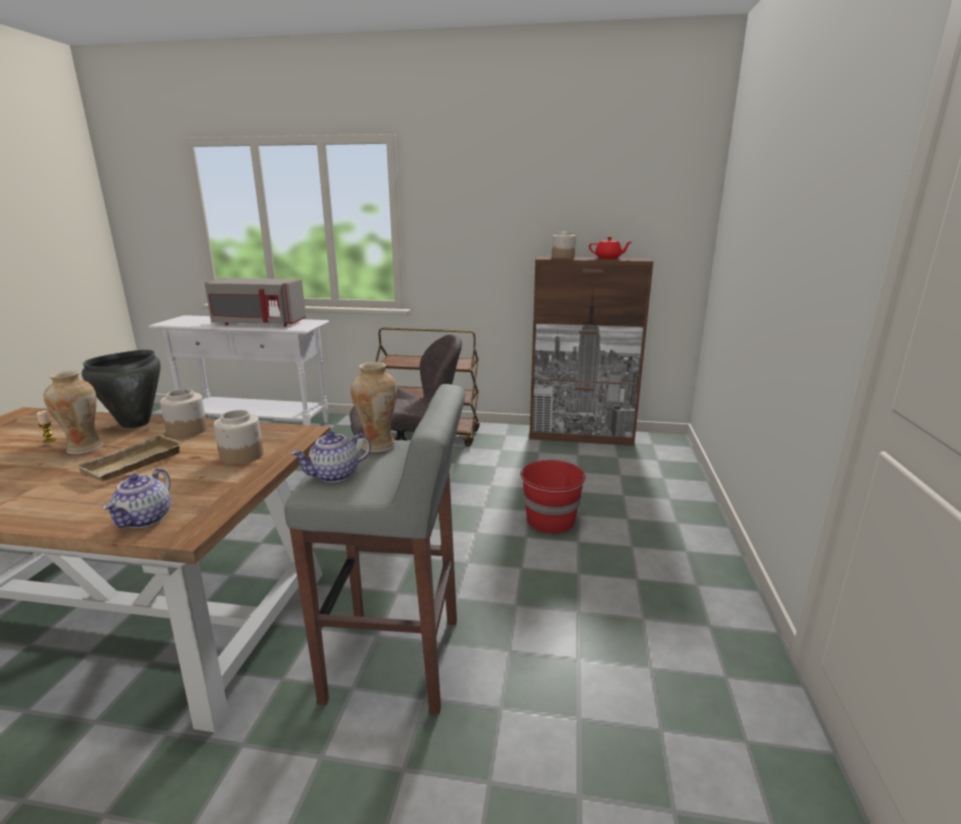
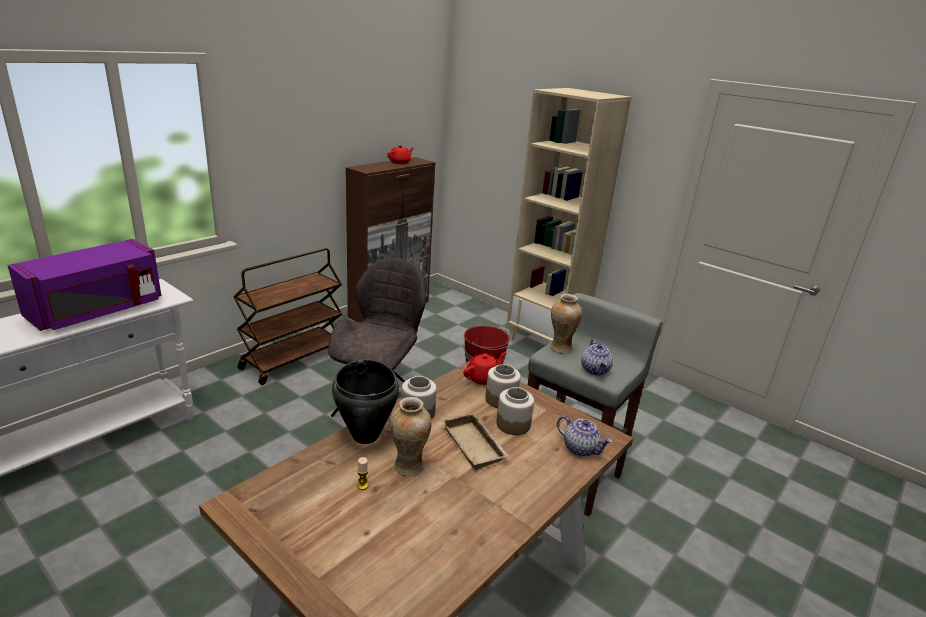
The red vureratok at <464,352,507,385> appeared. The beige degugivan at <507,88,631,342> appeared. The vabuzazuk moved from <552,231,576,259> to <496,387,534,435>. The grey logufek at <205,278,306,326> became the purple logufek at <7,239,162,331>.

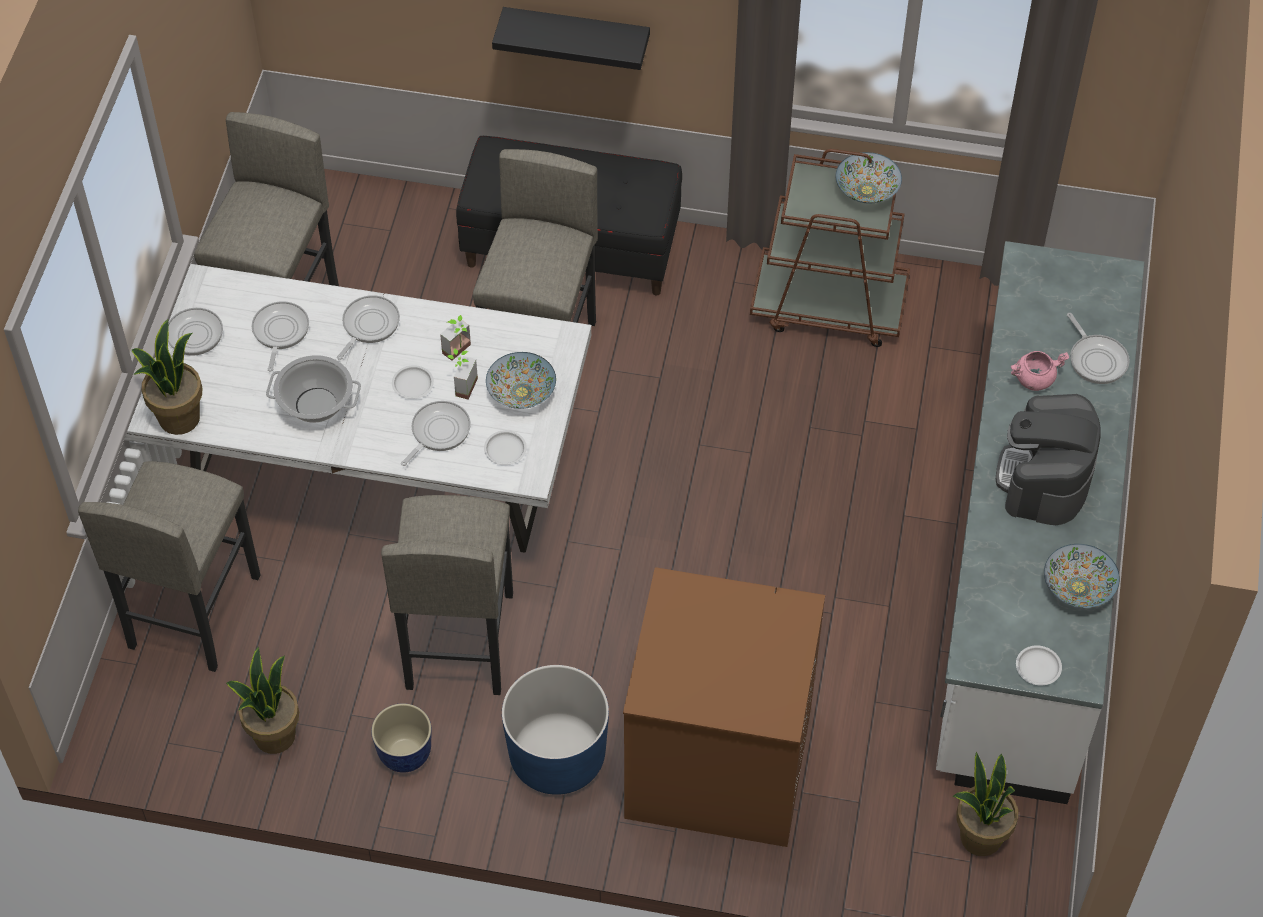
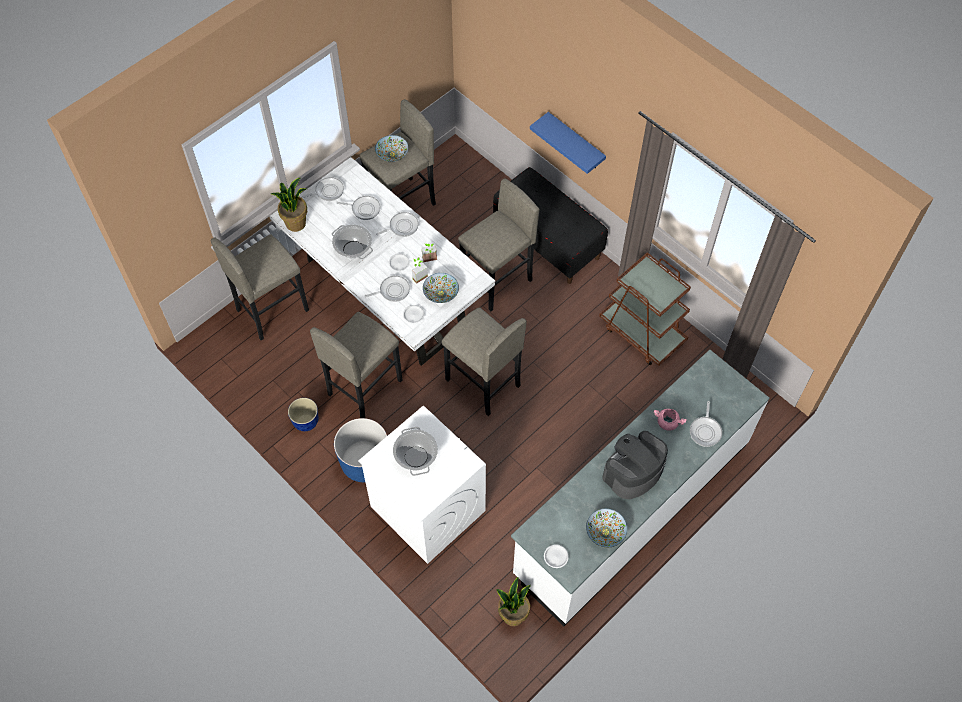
The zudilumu at <226,647,299,754> disappeared. The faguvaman at <393,427,438,476> appeared. The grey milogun at <442,307,527,416> appeared. The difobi moved from <835,152,902,204> to <375,135,409,162>. The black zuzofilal at <492,7,650,70> became the blue zuzofilal at <530,112,606,174>. The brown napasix at <623,567,825,847> became the white napasix at <358,405,486,564>. The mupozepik at <252,301,309,372> turned 60 degrees clockwise.

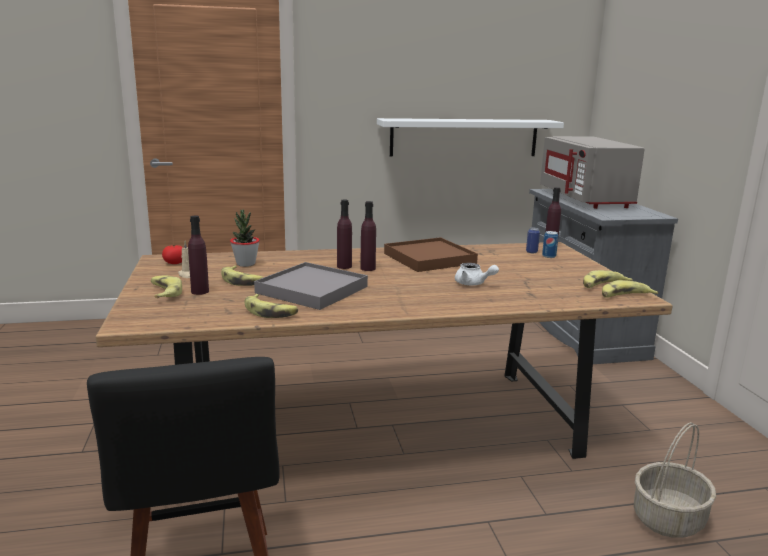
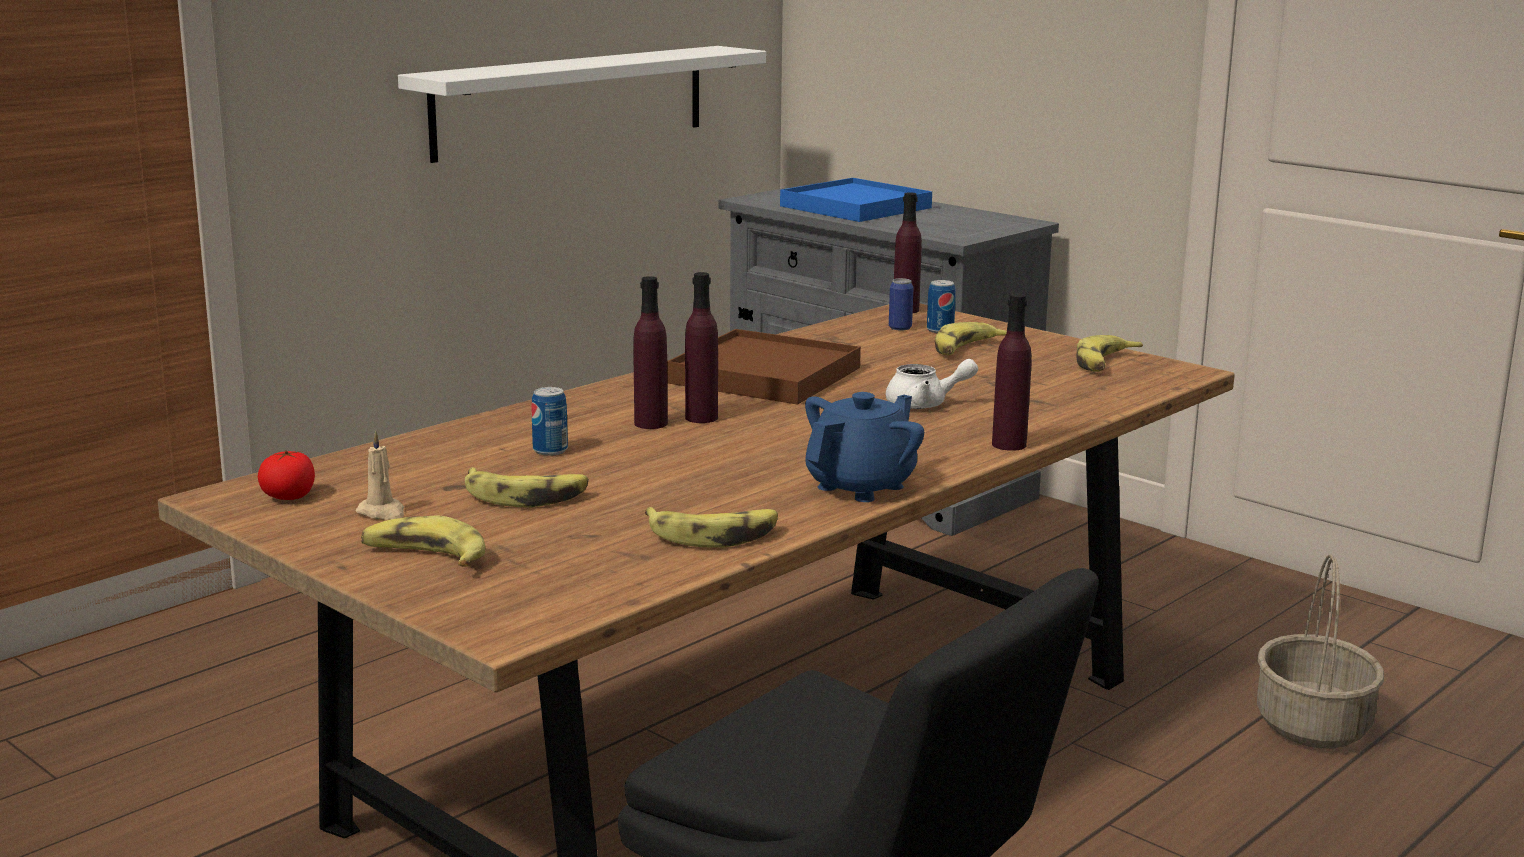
The zudilumu at <230,210,260,267> disappeared. The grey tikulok at <254,262,368,310> disappeared. The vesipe at <531,387,568,456> appeared. The blue vureratok at <805,392,924,502> appeared. The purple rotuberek moved from <188,215,209,295> to <992,293,1032,451>. The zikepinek moved from <602,280,658,298> to <935,322,1007,355>. The grey logufek at <540,136,645,209> was replaced by the blue tikulok at <780,178,932,222>.

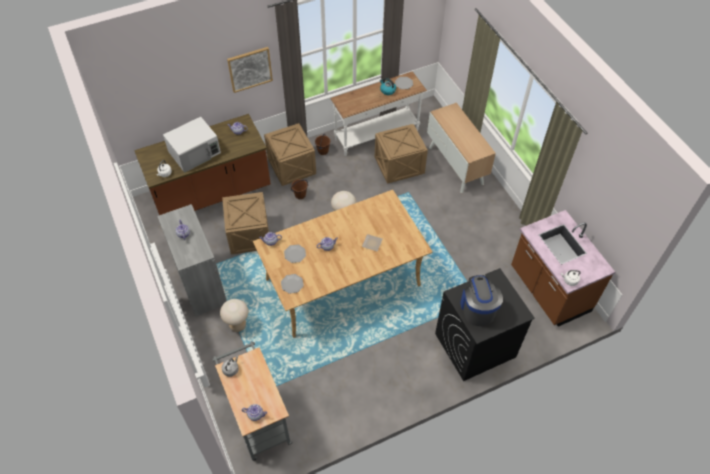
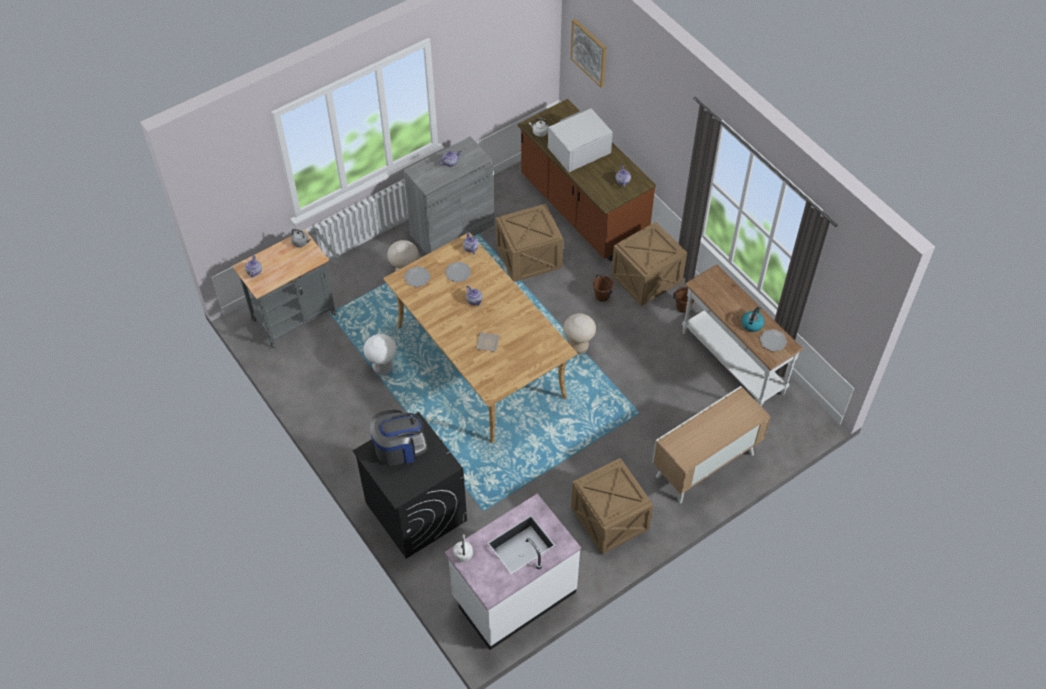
The white milogun at <363,334,397,375> appeared. The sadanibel moved from <227,47,273,93> to <571,19,606,88>. The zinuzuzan moved from <375,124,428,183> to <571,458,653,554>. The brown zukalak at <511,210,615,327> became the white zukalak at <445,494,581,650>. The white logufek at <163,117,221,173> turned 105 degrees clockwise.

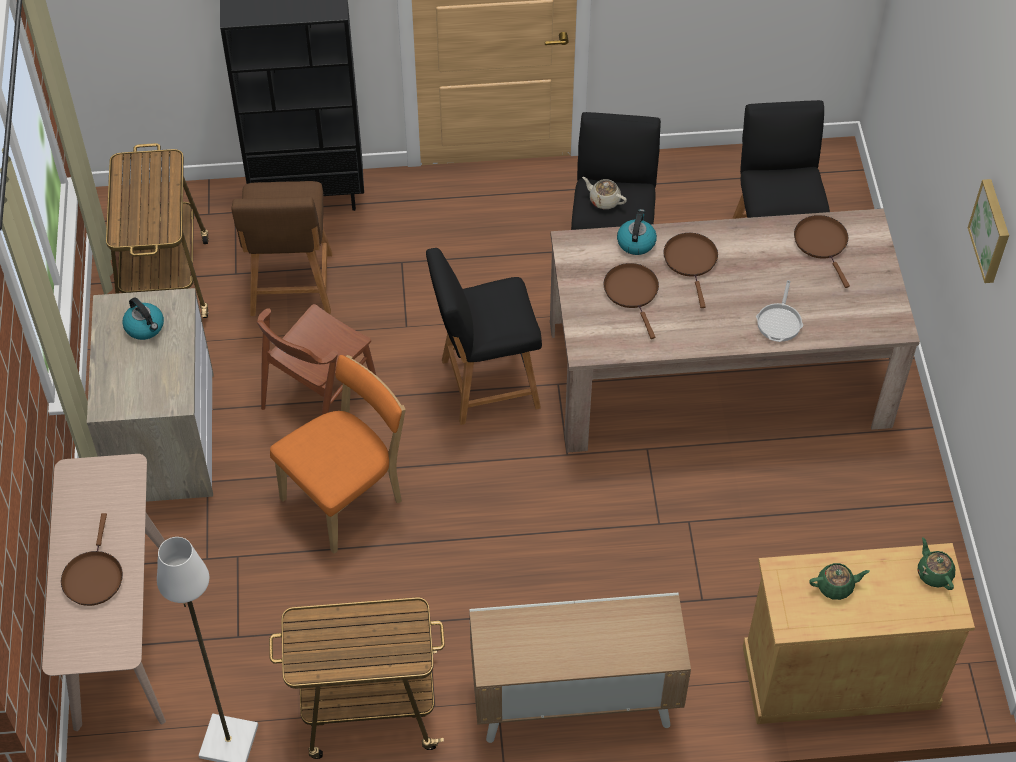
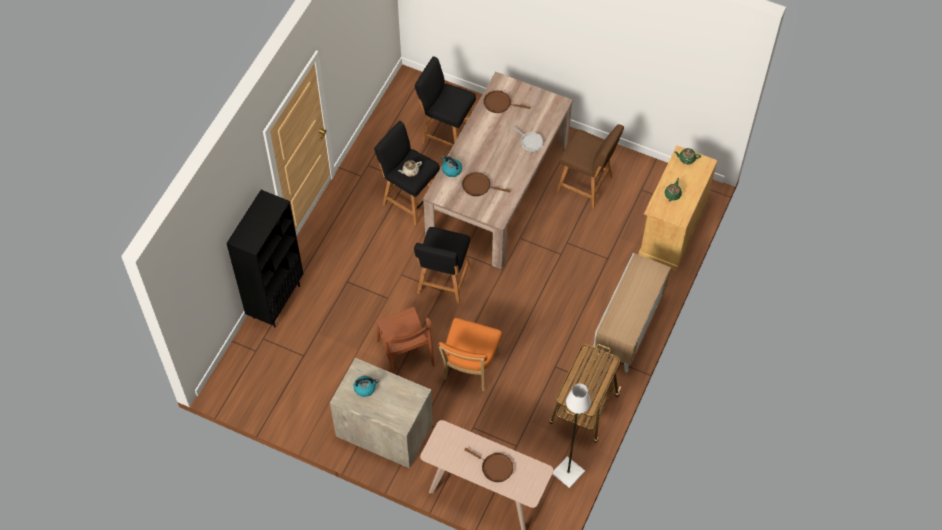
The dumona at <106,143,209,318> disappeared. The brown mupozepik at <663,233,718,308> disappeared. The sadanibel at <968,179,1009,283> disappeared. The brown milogun moved from <231,181,332,316> to <556,124,624,208>. The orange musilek at <270,355,406,554> turned 150 degrees counterclockwise.

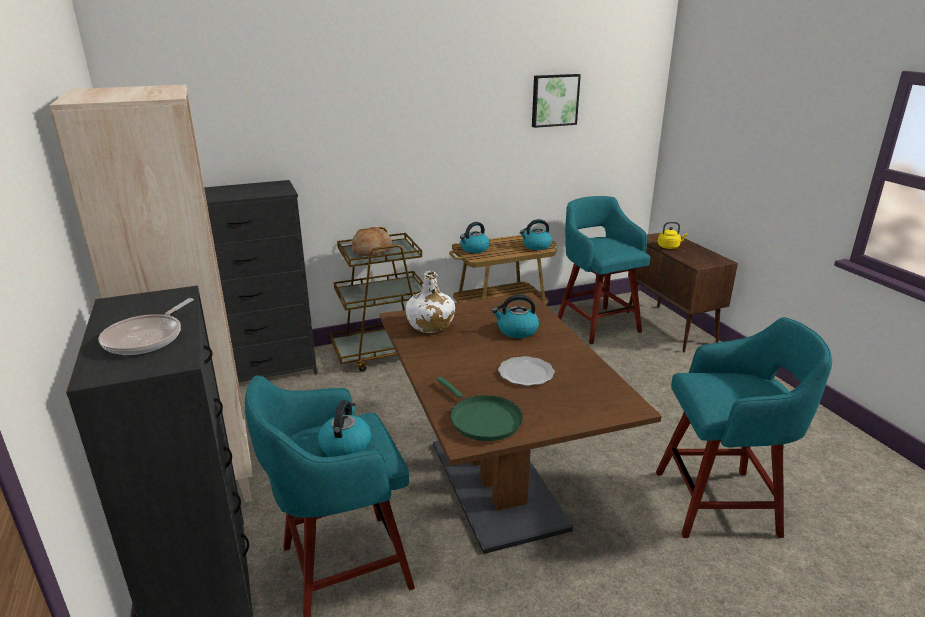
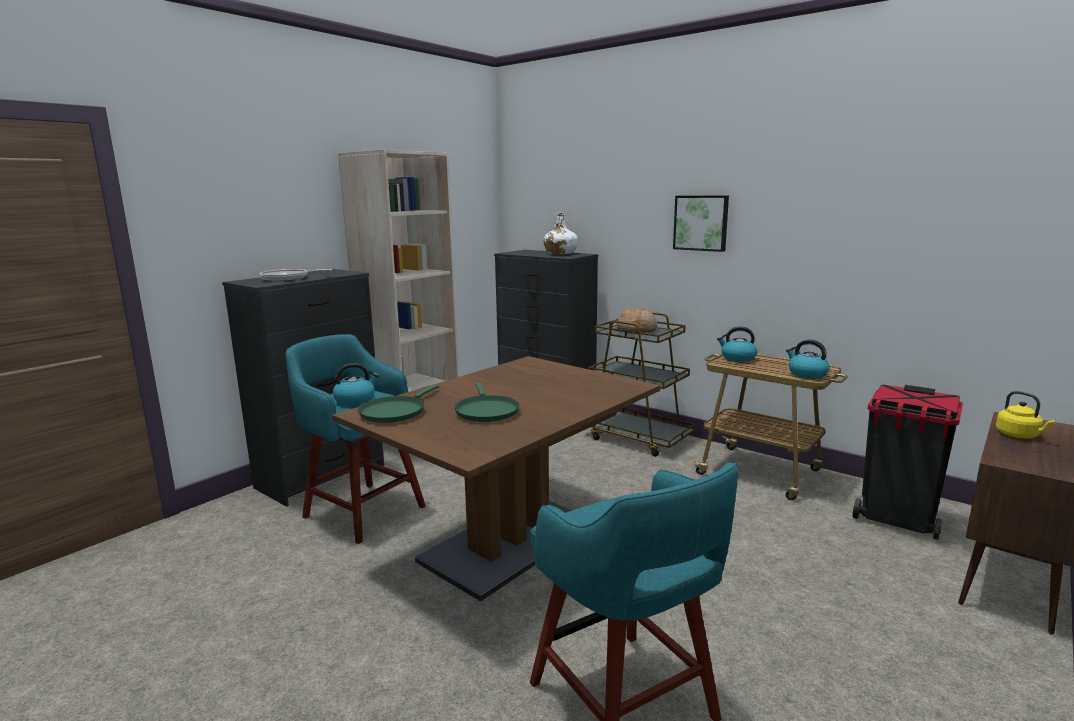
The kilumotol at <492,295,539,338> disappeared. The white rotuberek moved from <406,271,455,333> to <544,212,578,254>. The sadanibel moved from <532,74,581,128> to <673,195,729,252>. The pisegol at <498,356,555,386> was replaced by the green mupozepik at <455,383,519,422>. The turquoise milogun at <558,196,651,344> was replaced by the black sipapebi at <853,385,963,540>.

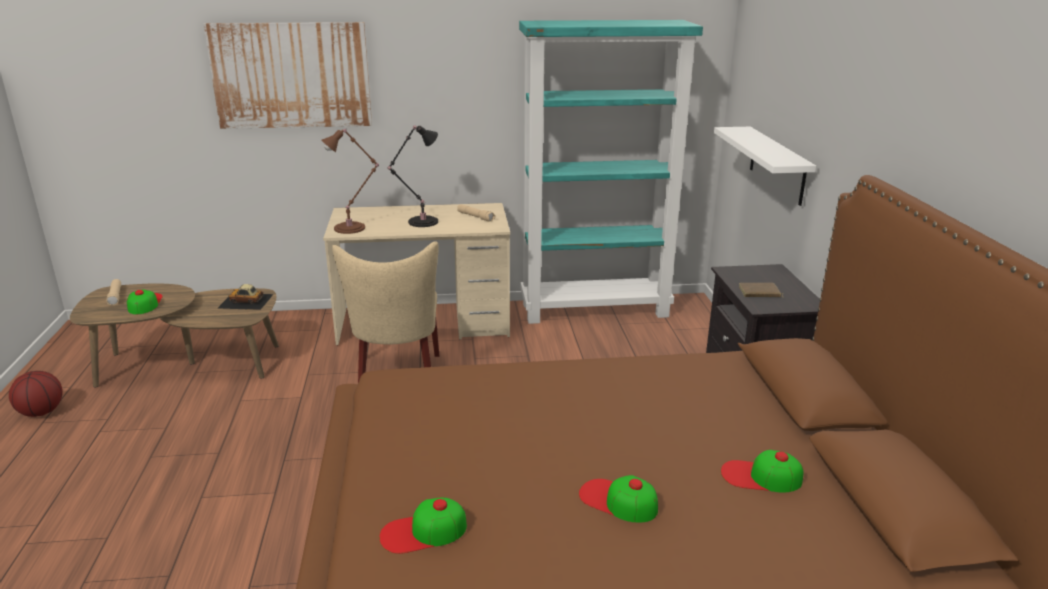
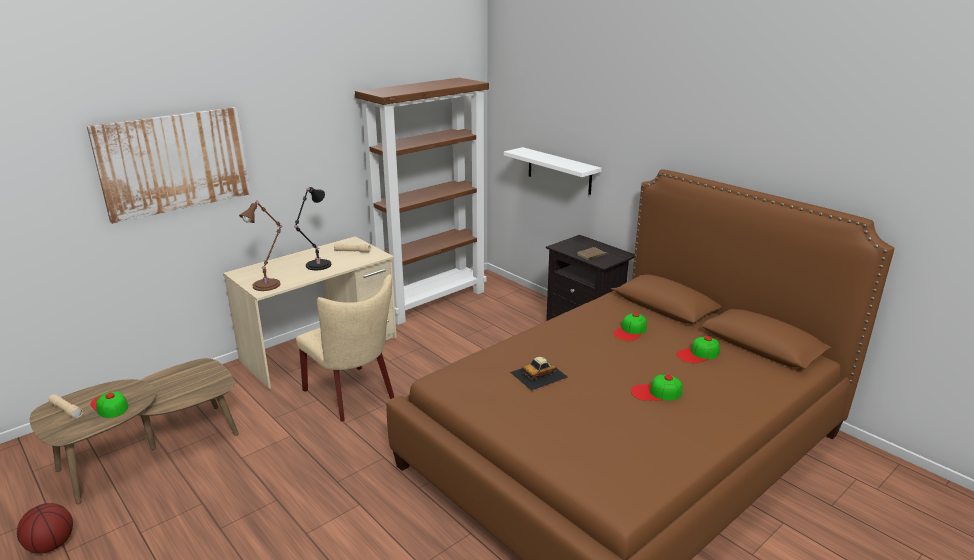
The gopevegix moved from <218,284,274,310> to <510,357,568,391>. The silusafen moved from <379,497,467,554> to <613,313,647,341>. The turquoise degugivan at <519,20,703,324> became the brown degugivan at <355,78,489,325>.

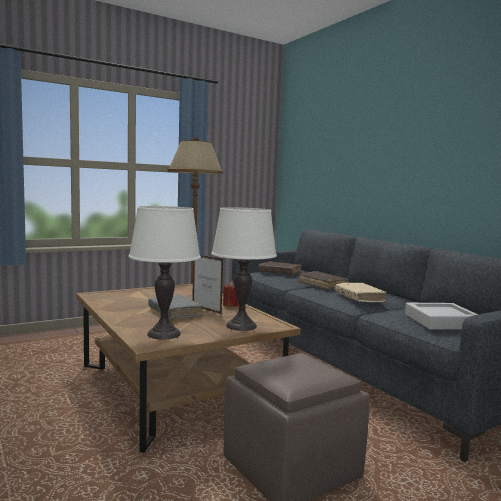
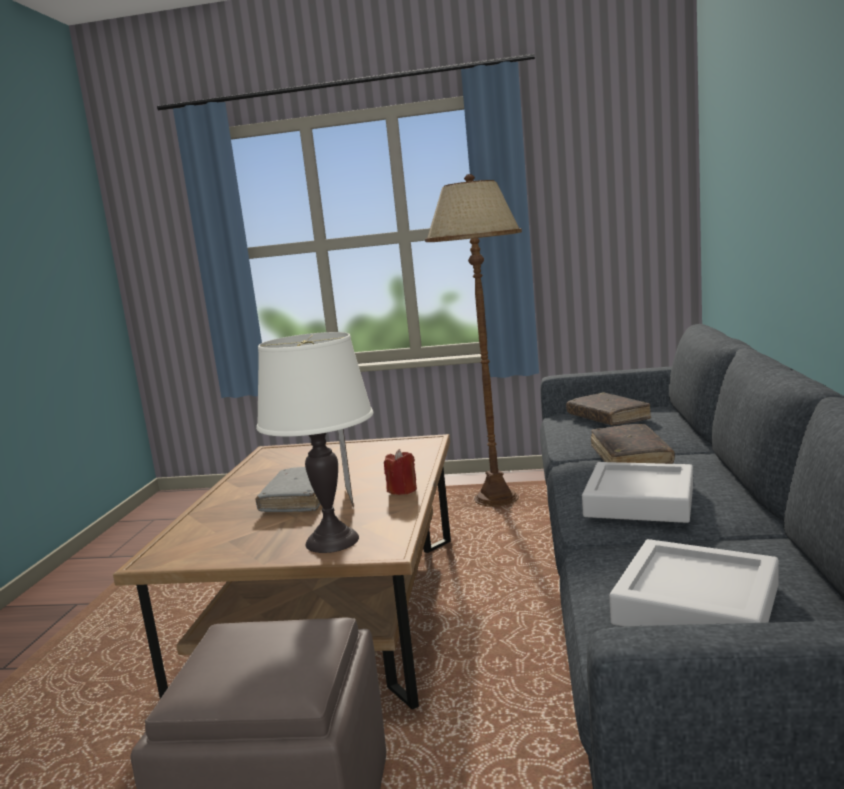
The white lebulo at <129,206,201,340> disappeared. The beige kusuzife at <335,282,386,302> was replaced by the grey tikulok at <582,462,693,523>.

